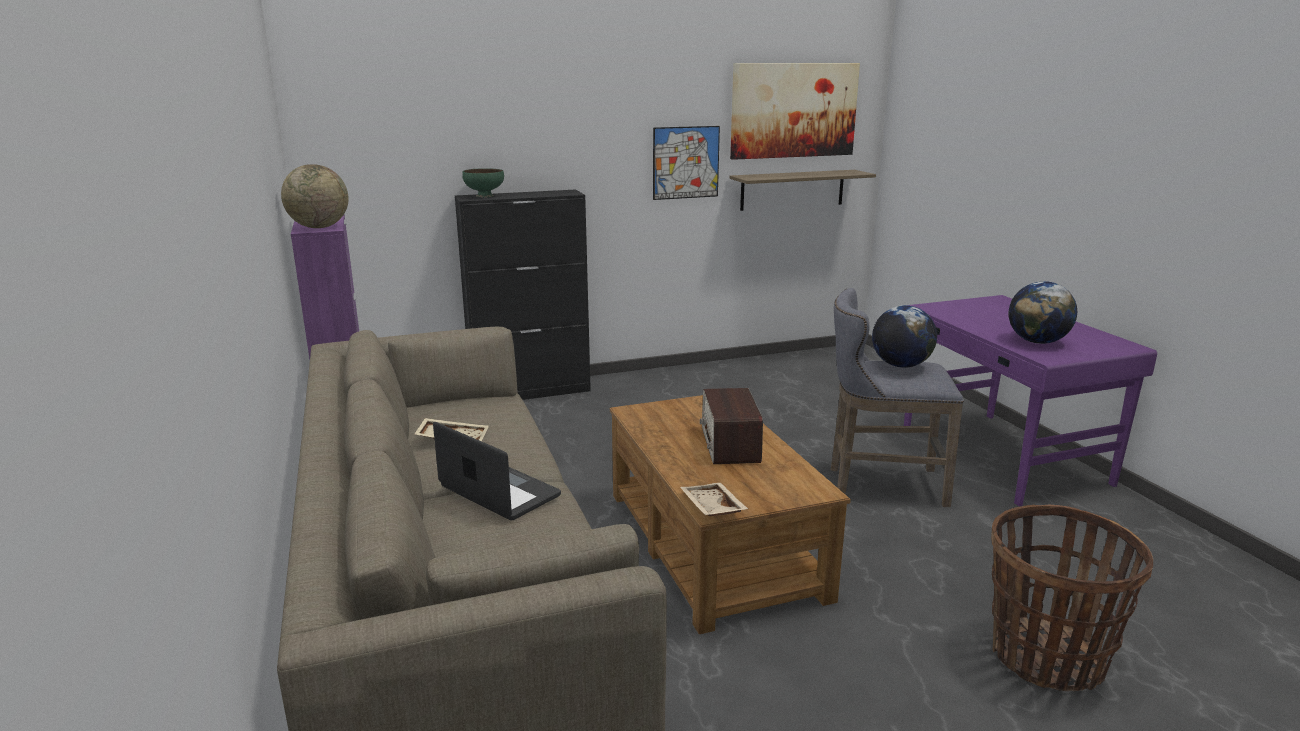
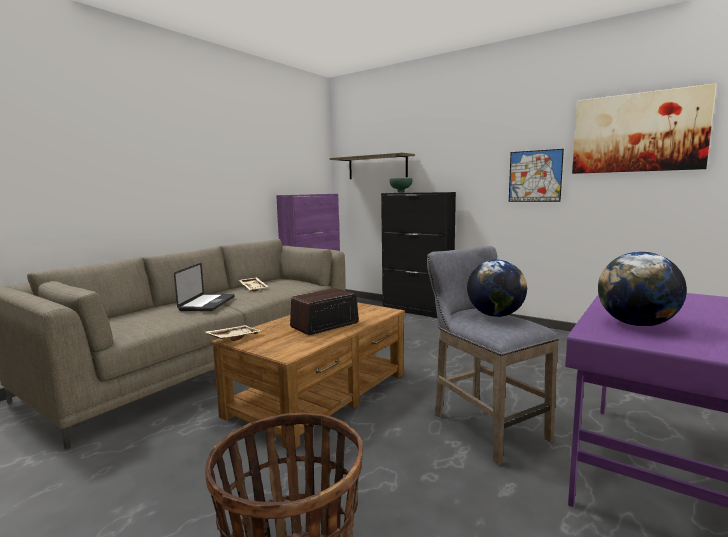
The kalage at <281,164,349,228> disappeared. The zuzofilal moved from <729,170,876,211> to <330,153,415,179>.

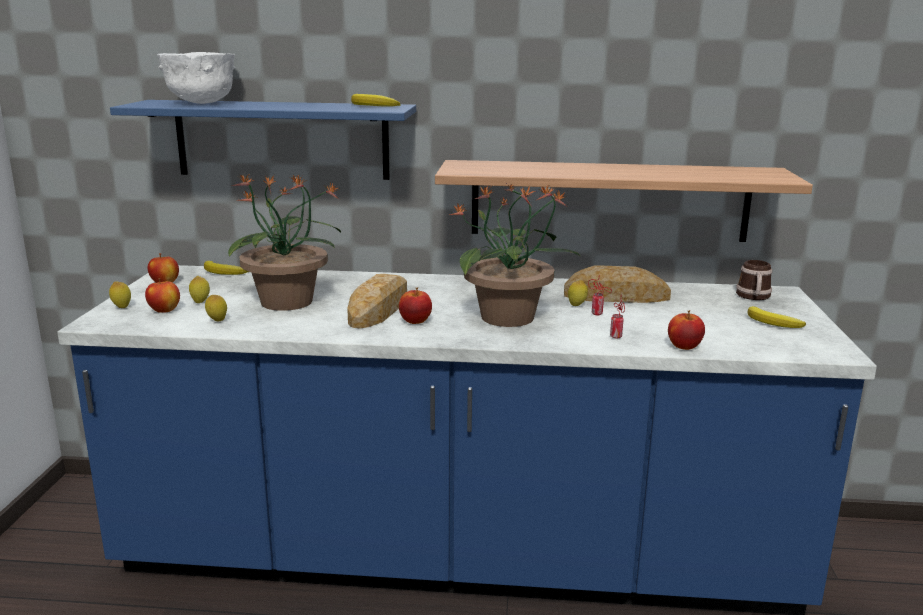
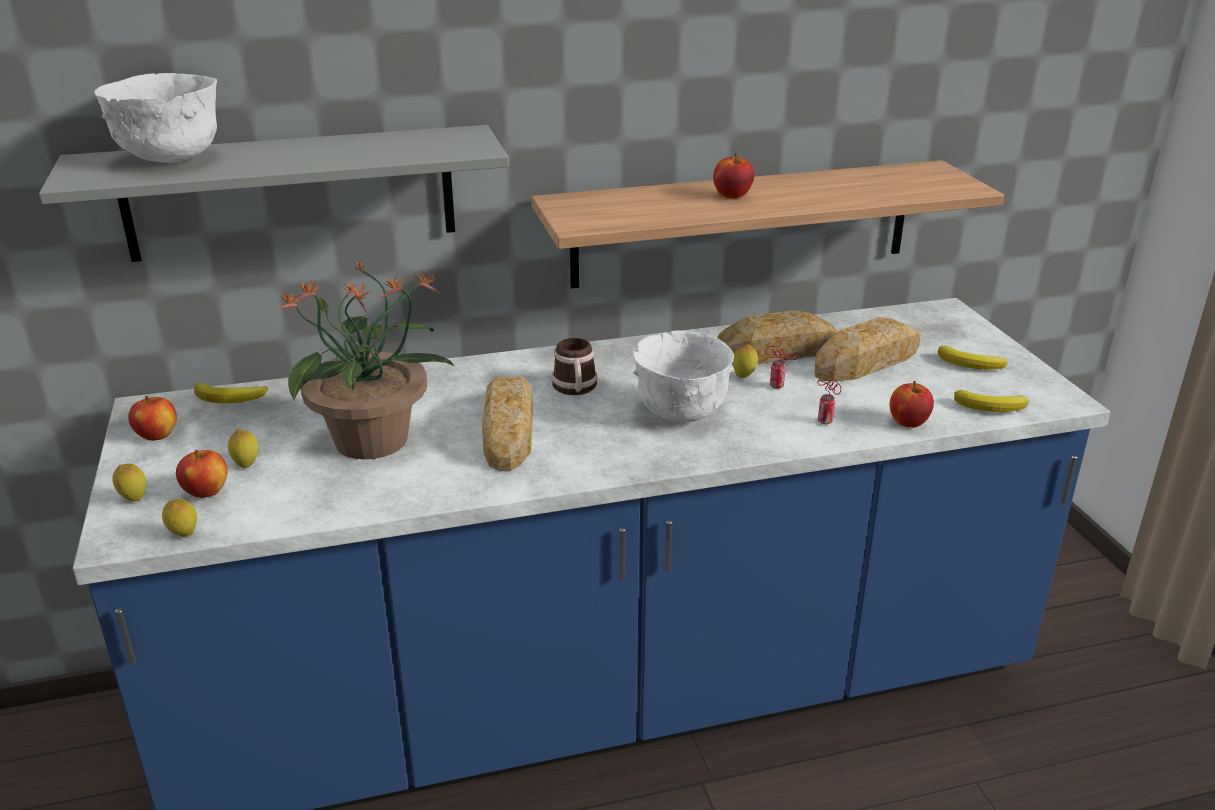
The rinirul at <815,317,921,382> appeared. The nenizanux moved from <205,295,227,322> to <162,499,197,537>. The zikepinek moved from <351,94,400,106> to <954,390,1029,412>. The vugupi moved from <399,287,432,324> to <713,153,754,199>. The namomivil moved from <736,260,772,300> to <552,338,598,395>. The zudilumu at <449,184,580,327> was replaced by the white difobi at <633,331,734,422>. The blue zuzofilal at <110,100,416,180> became the grey zuzofilal at <39,125,509,262>.

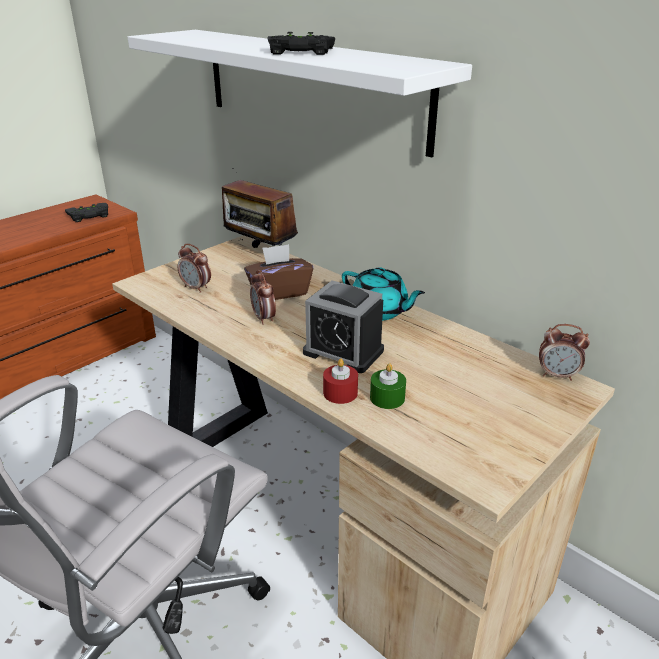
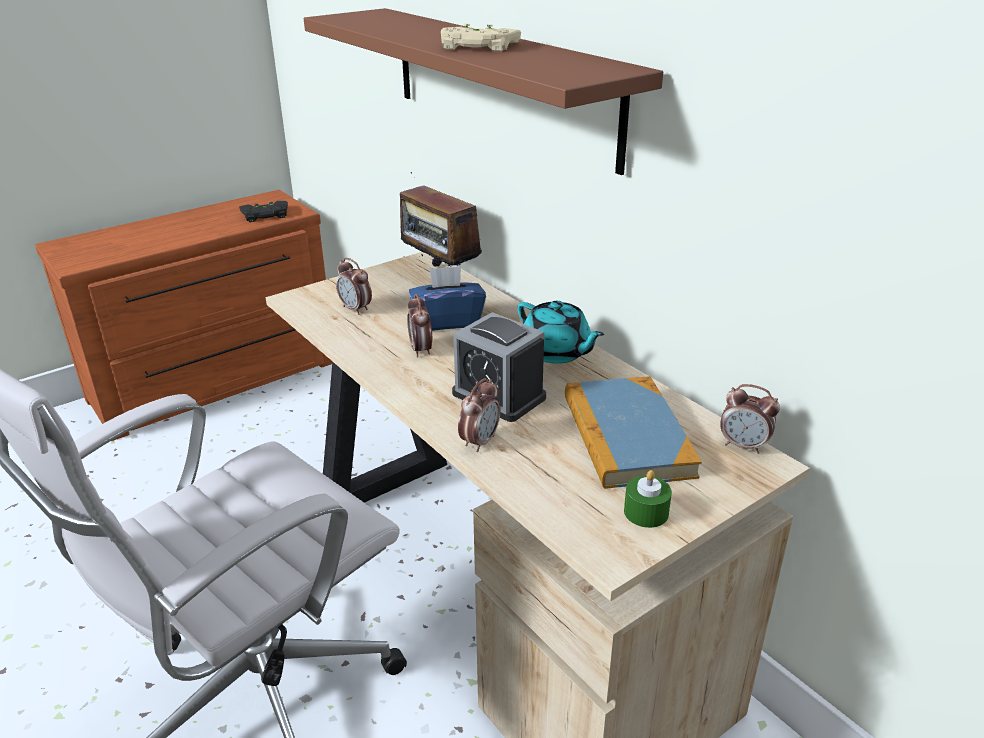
The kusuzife at <565,376,702,489> appeared. The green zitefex moved from <370,363,406,409> to <624,470,672,528>. The red zitefex at <323,358,358,404> was replaced by the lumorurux at <458,378,501,452>. The white zuzofilal at <128,30,472,157> became the brown zuzofilal at <304,8,663,175>. The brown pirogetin at <244,244,313,300> became the blue pirogetin at <409,266,486,331>. The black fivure at <267,32,335,55> became the beige fivure at <441,24,521,52>.

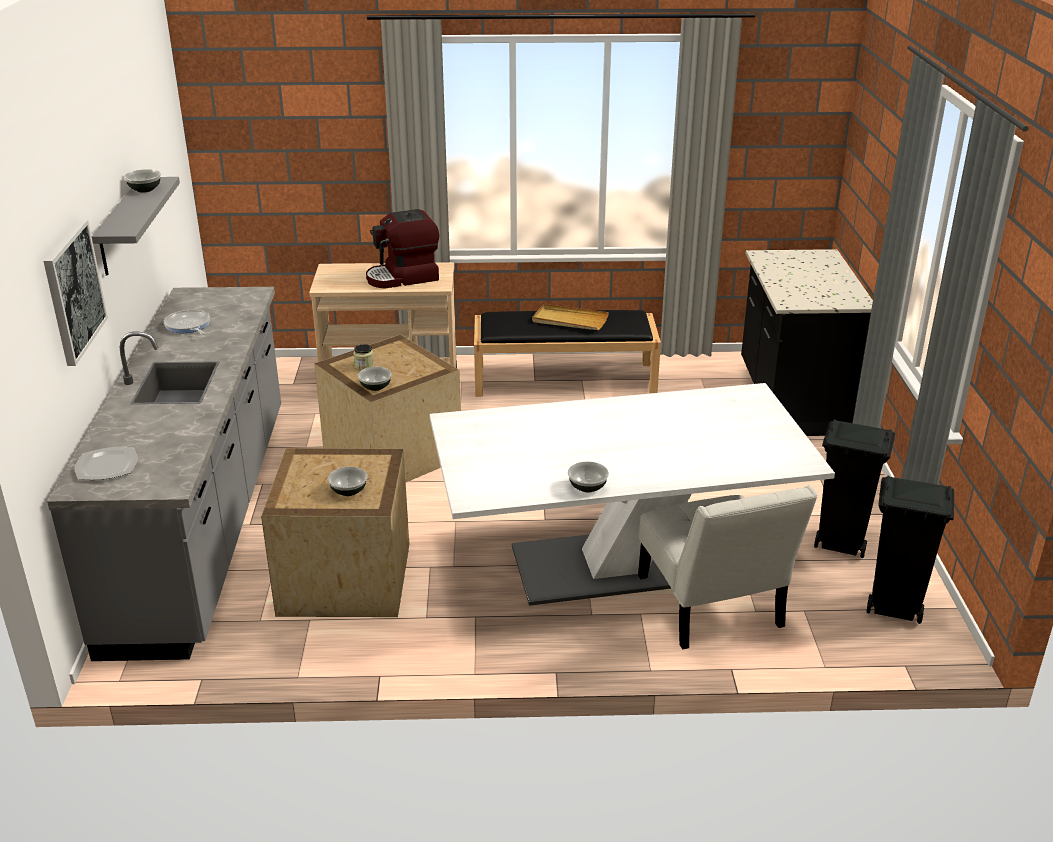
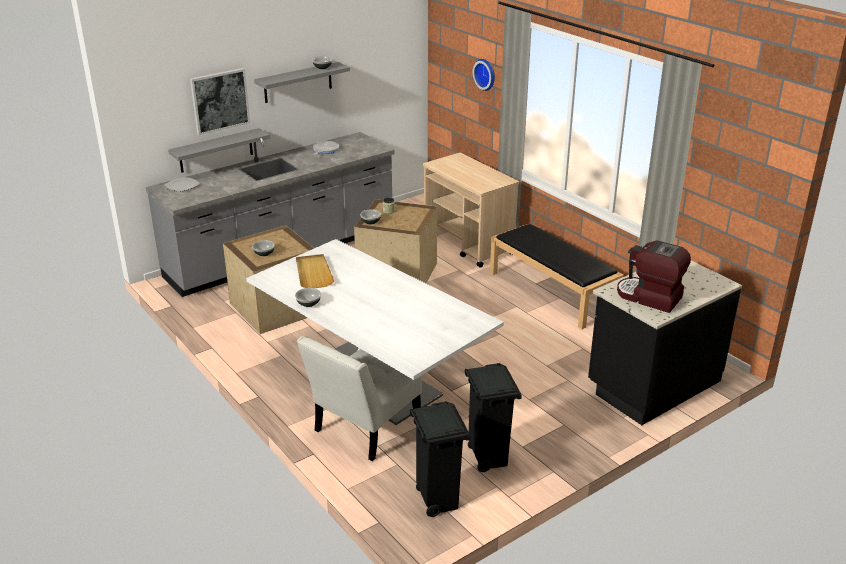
The grey zuzofilal at <168,128,270,173> appeared. The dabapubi at <473,59,495,91> appeared. The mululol moved from <366,209,439,289> to <617,240,691,313>. The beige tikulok moved from <532,304,609,330> to <296,254,334,288>.

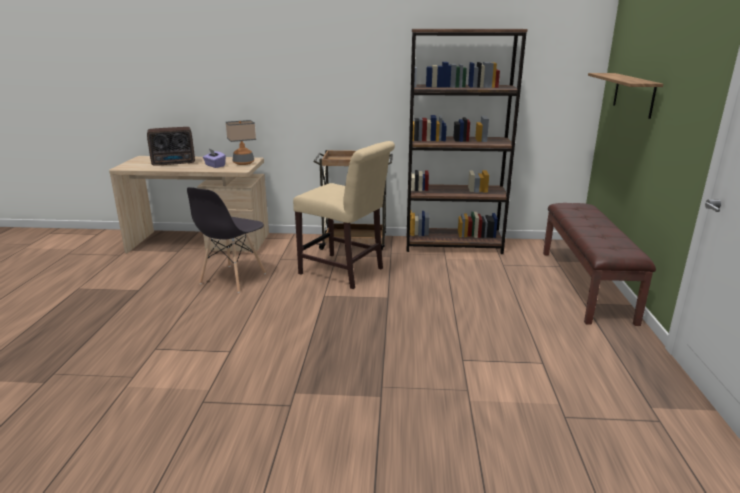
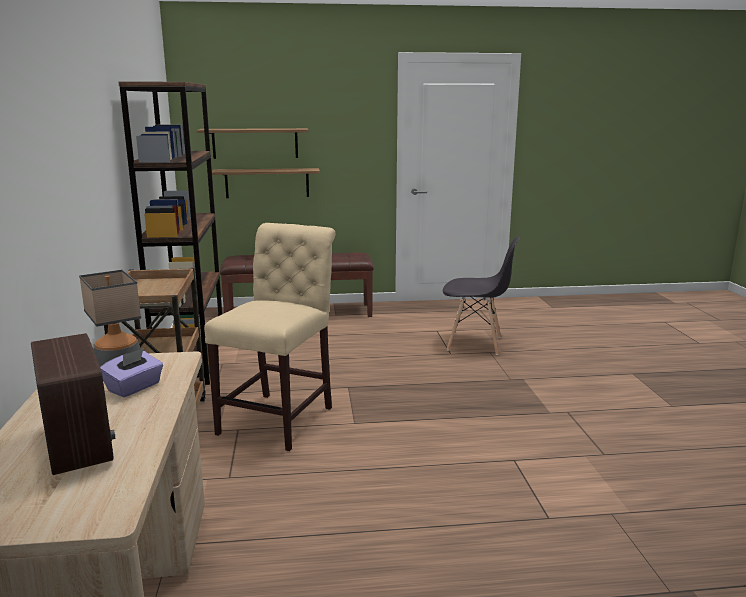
The zuzofilal at <212,168,320,198> appeared. The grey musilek moved from <187,187,266,293> to <443,236,520,355>.

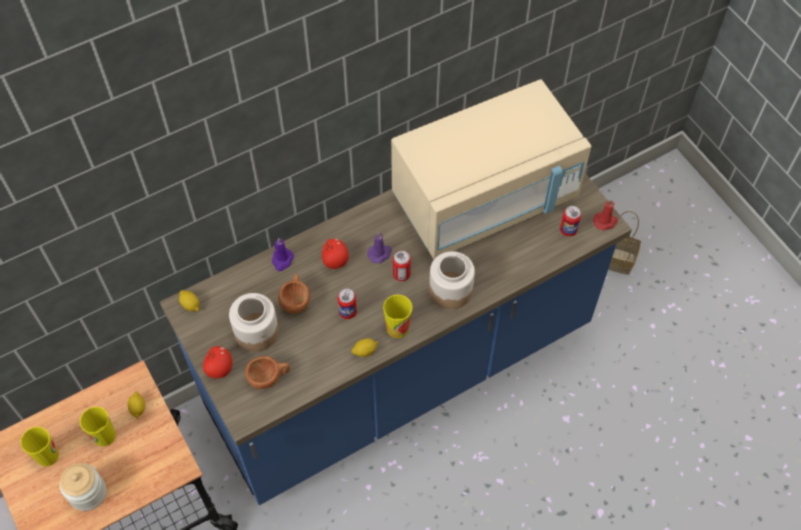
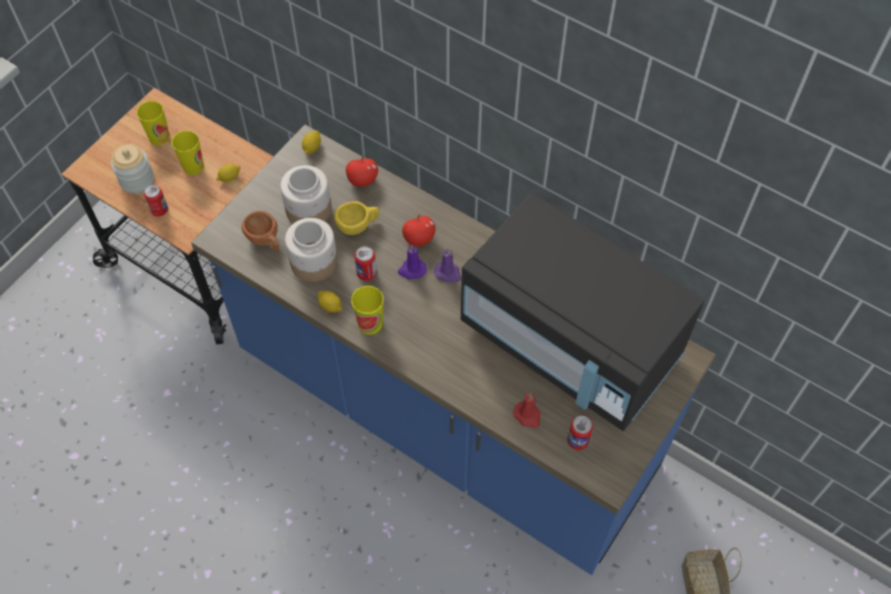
The vugupi moved from <203,346,232,379> to <346,156,378,187>. The purple zitefex moved from <272,238,294,271> to <398,245,426,279>. The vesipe moved from <393,251,411,281> to <144,185,168,217>. The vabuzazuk moved from <429,251,475,309> to <285,218,338,282>. The red zitefex moved from <593,199,618,231> to <513,393,541,428>. The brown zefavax at <278,273,310,314> became the yellow zefavax at <334,201,379,235>. The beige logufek at <391,79,591,259> became the black logufek at <461,193,704,431>.

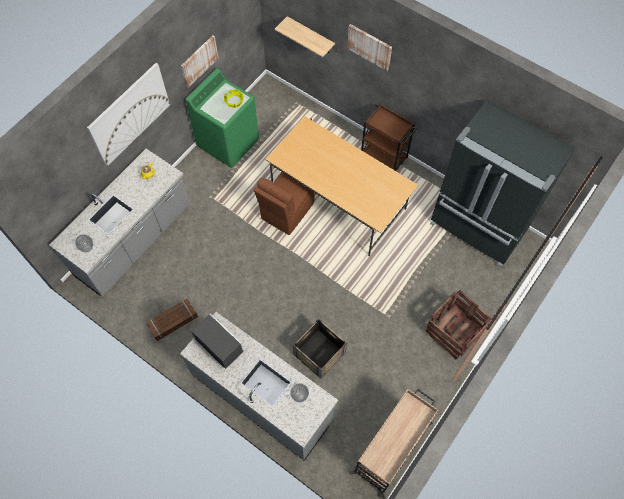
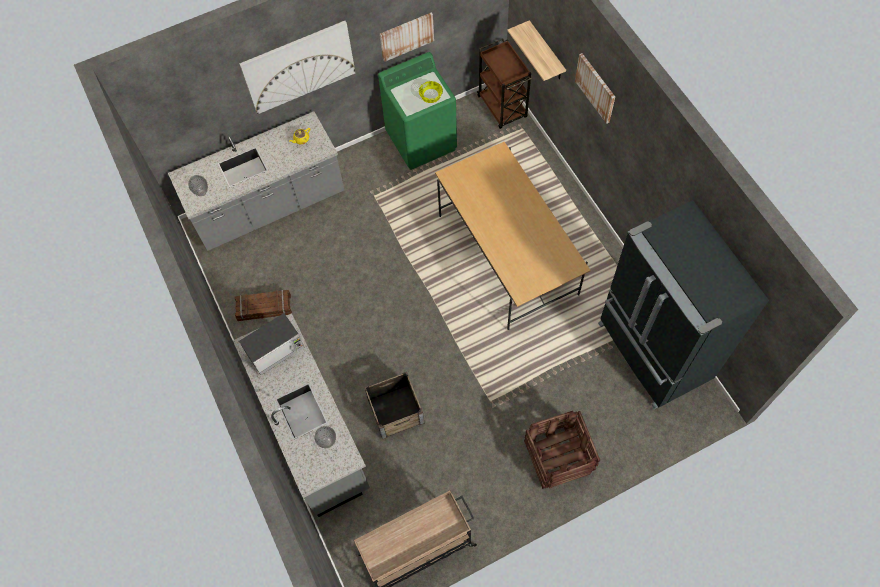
The brown musilek at <254,172,315,235> disappeared. The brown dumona moved from <361,104,417,171> to <477,39,532,129>. The logufek at <192,314,244,369> turned 75 degrees clockwise.

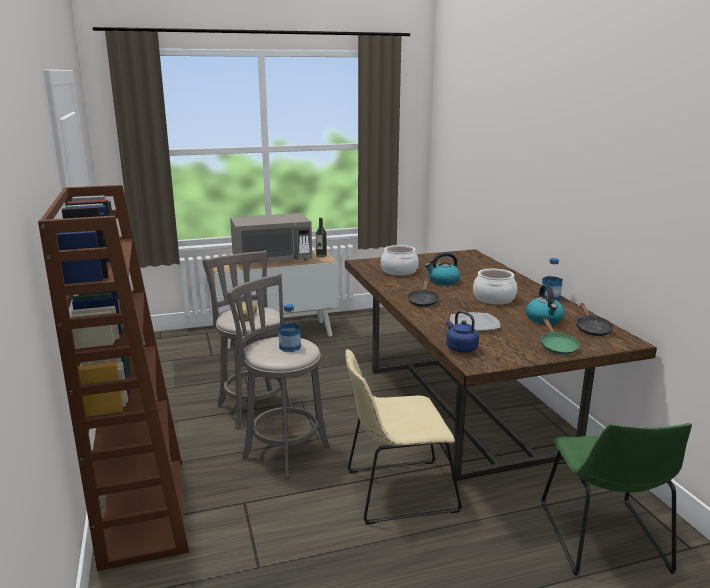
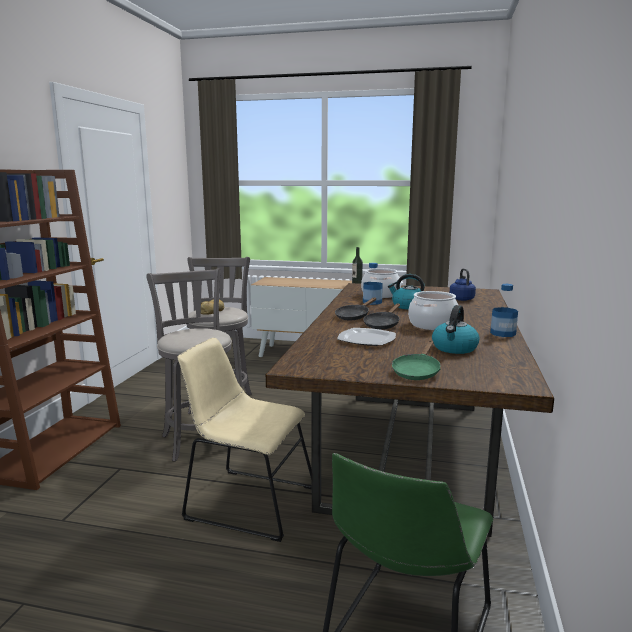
The grey logufek at <230,213,312,265> disappeared. The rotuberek moved from <278,304,301,352> to <363,263,383,305>. The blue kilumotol moved from <446,311,479,353> to <450,268,476,301>. The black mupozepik moved from <576,303,613,336> to <363,304,400,329>.

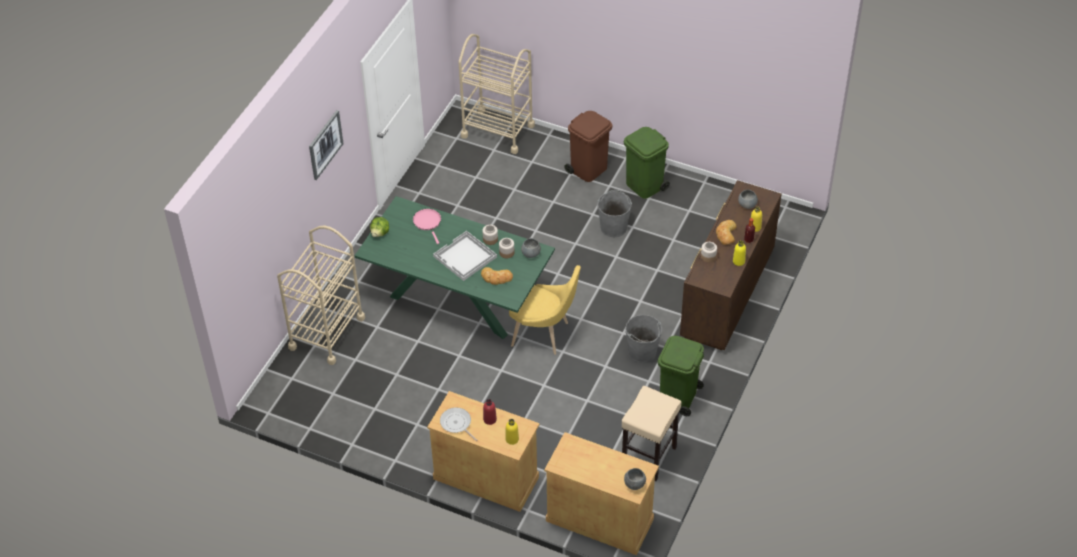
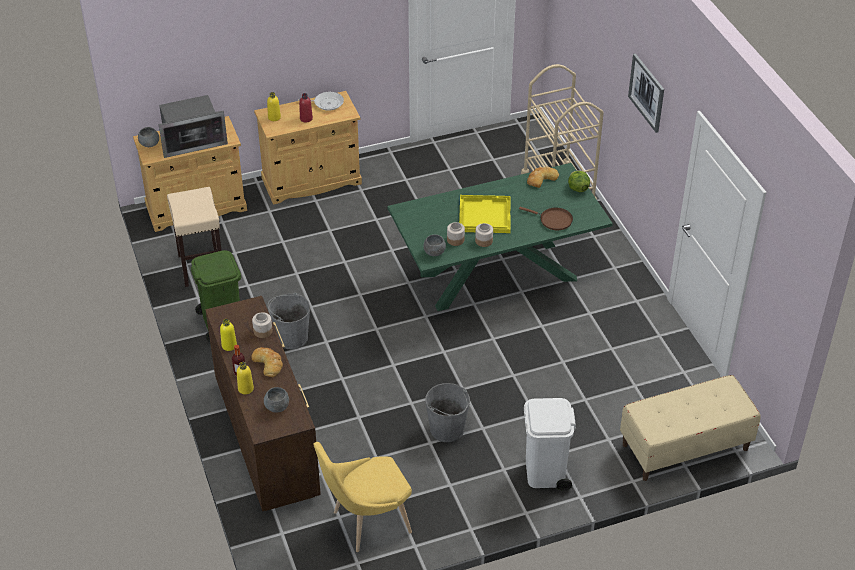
The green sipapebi at <624,127,670,199> disappeared. The logufek at <159,95,228,158> appeared. The rinirul moved from <481,267,513,285> to <527,167,559,188>. The yellow musilek moved from <509,265,581,355> to <313,442,412,552>. The beige dumona at <458,34,535,154> was replaced by the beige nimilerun at <620,375,761,481>. The pink mupozepik at <413,209,441,244> became the brown mupozepik at <519,207,573,230>. The white tikulok at <433,231,497,281> became the yellow tikulok at <459,195,511,233>. The brown sipapebi at <564,111,612,182> became the white sipapebi at <524,398,576,491>.

